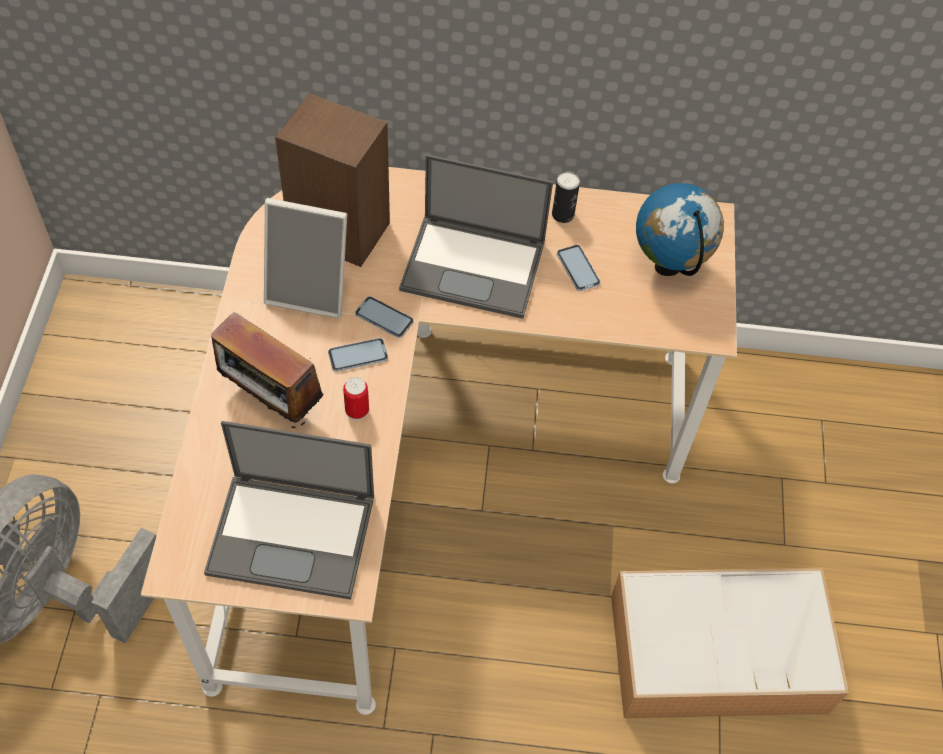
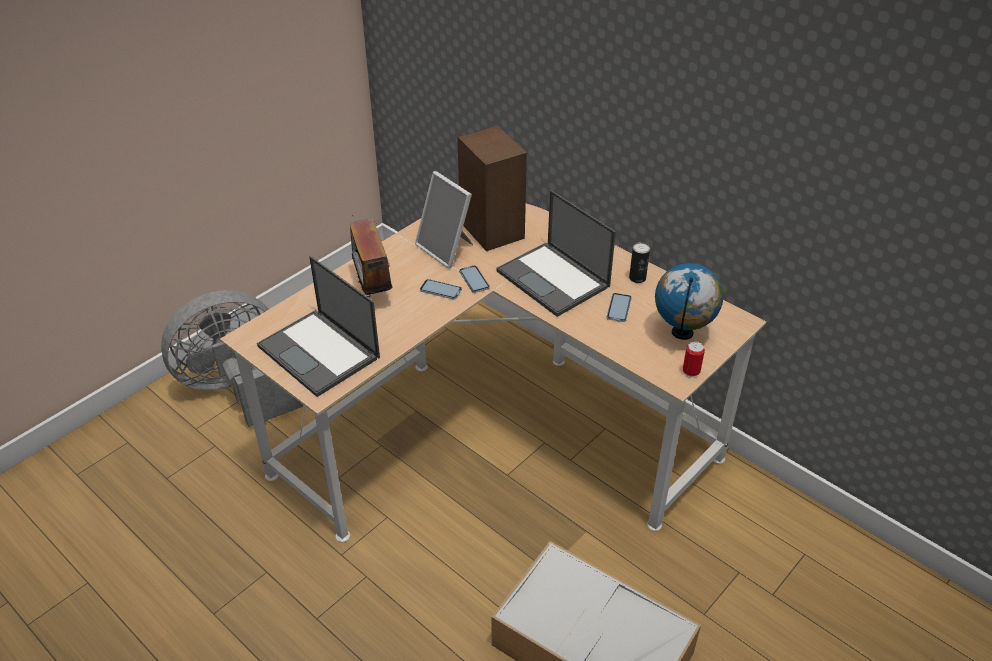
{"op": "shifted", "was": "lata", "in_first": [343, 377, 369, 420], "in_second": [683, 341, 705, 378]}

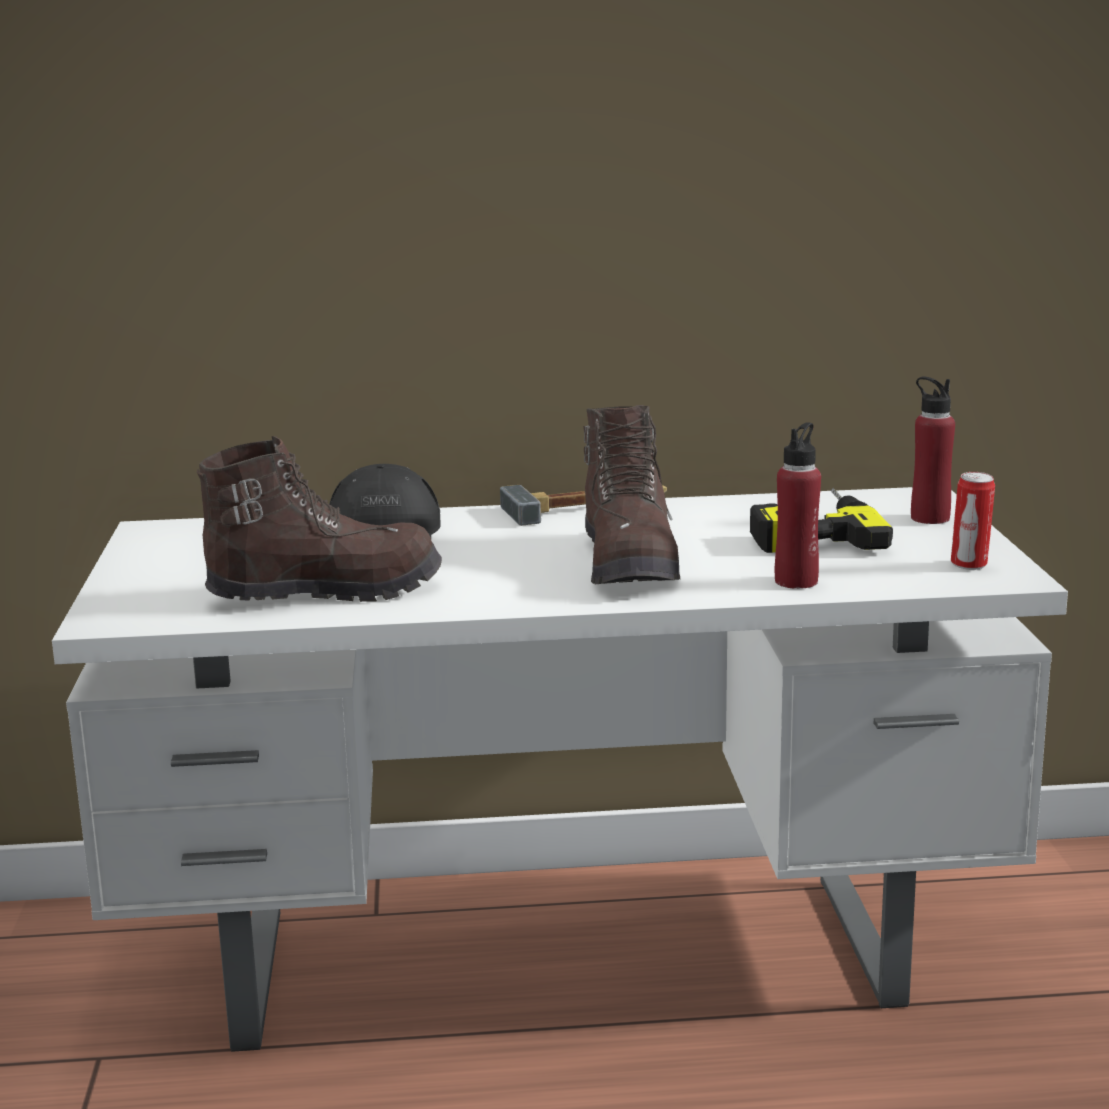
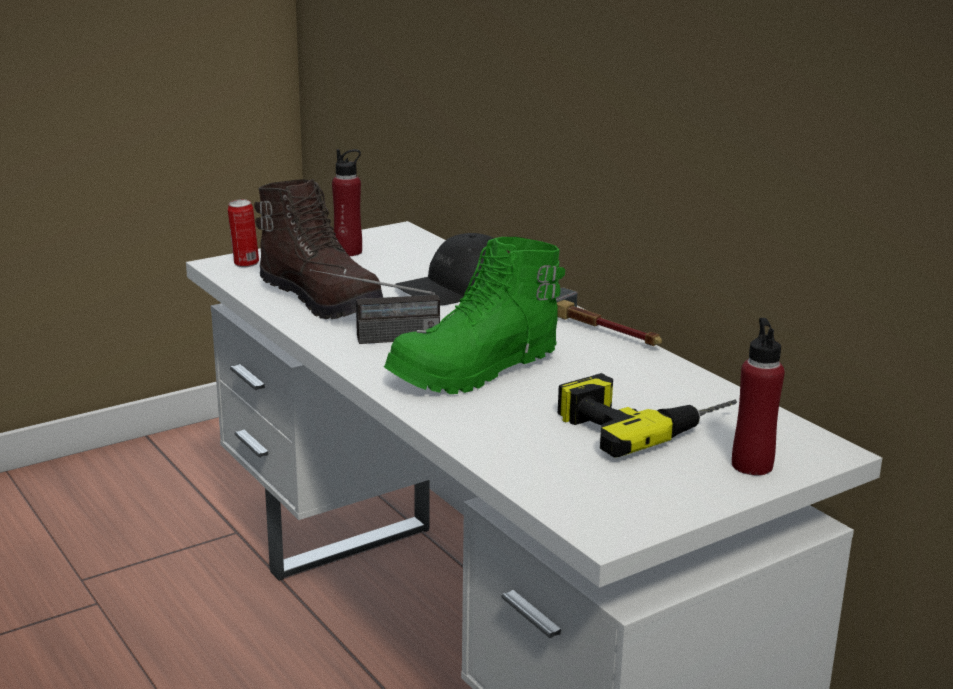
{"op": "new", "now": "radio", "in_second": [310, 269, 440, 344]}
{"op": "shifted", "was": "botella/rojo", "in_first": [775, 422, 821, 589], "in_second": [332, 149, 362, 256]}
{"op": "shifted", "was": "lata", "in_first": [951, 472, 995, 570], "in_second": [228, 199, 259, 267]}
{"op": "repainted", "was": "bota/marrón", "now": "bota/verde", "in_first": [583, 405, 680, 584], "in_second": [384, 237, 565, 394]}

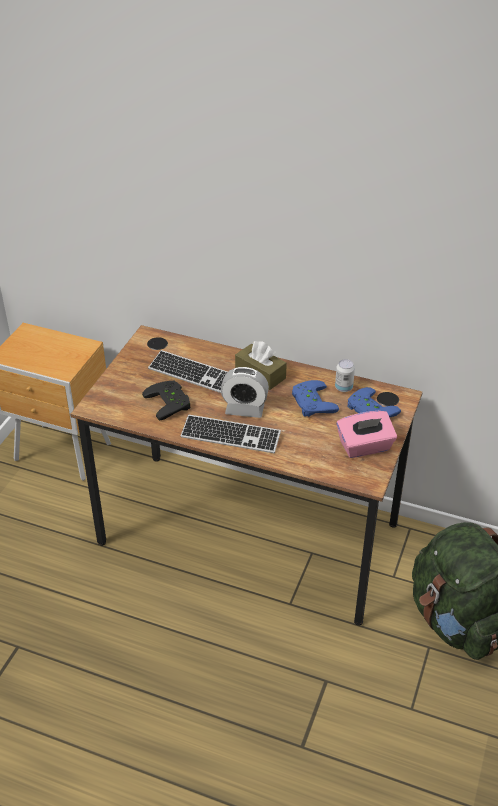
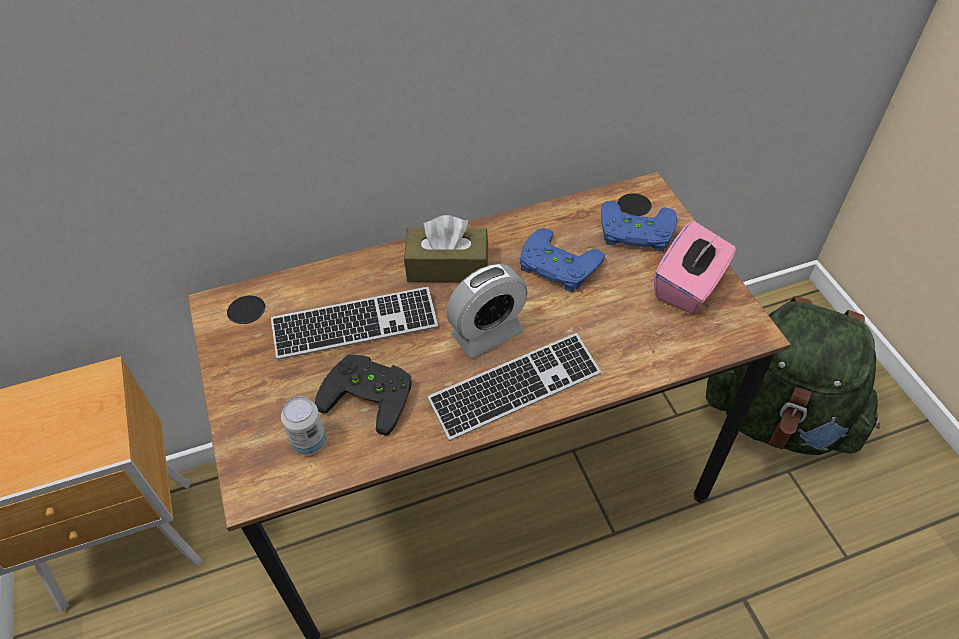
{"op": "shifted", "was": "lata", "in_first": [335, 359, 355, 392], "in_second": [281, 396, 326, 455]}

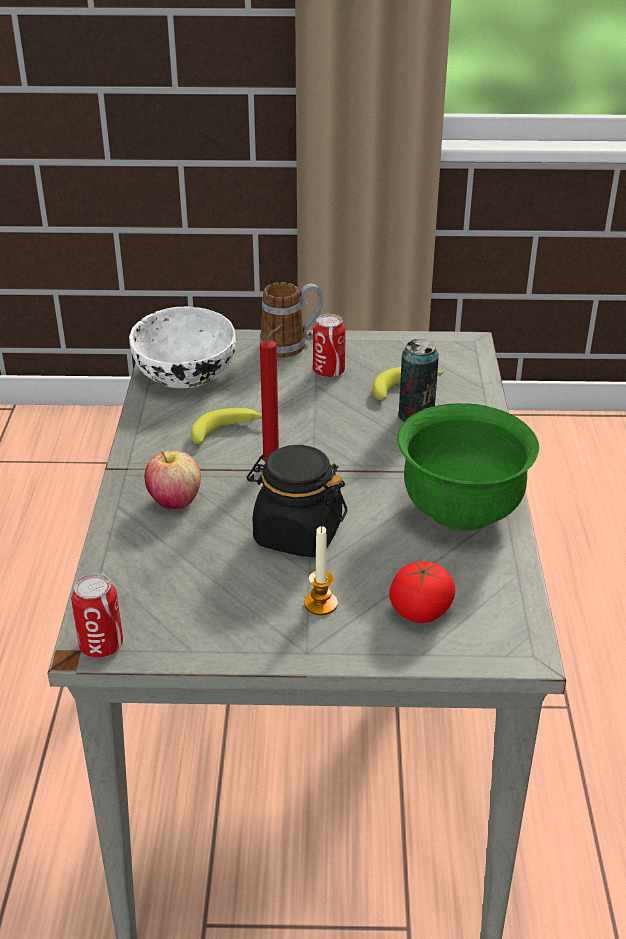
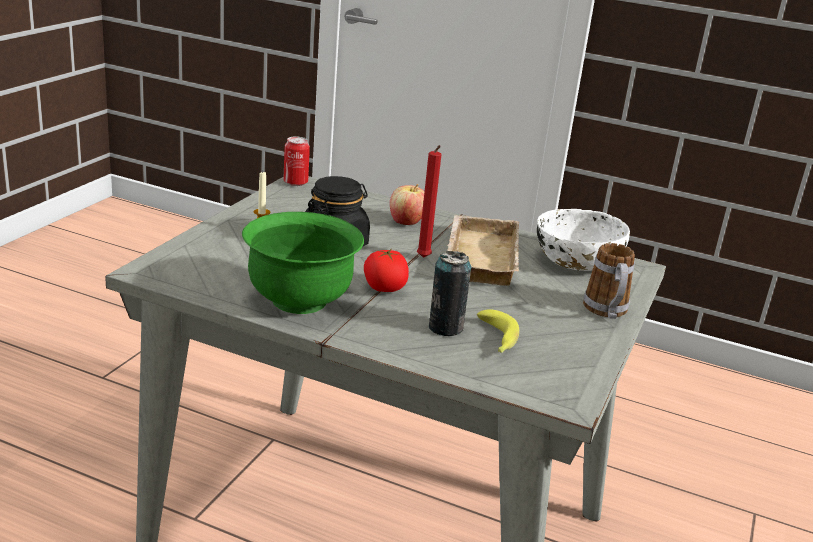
{"op": "gone", "was": "lata", "in_first": [313, 314, 345, 378]}
{"op": "shifted", "was": "tomate", "in_first": [389, 561, 455, 623], "in_second": [364, 249, 409, 292]}
{"op": "swapped", "was": "plátano", "now": "bandeja/beis", "in_first": [191, 408, 262, 444], "in_second": [447, 215, 519, 286]}

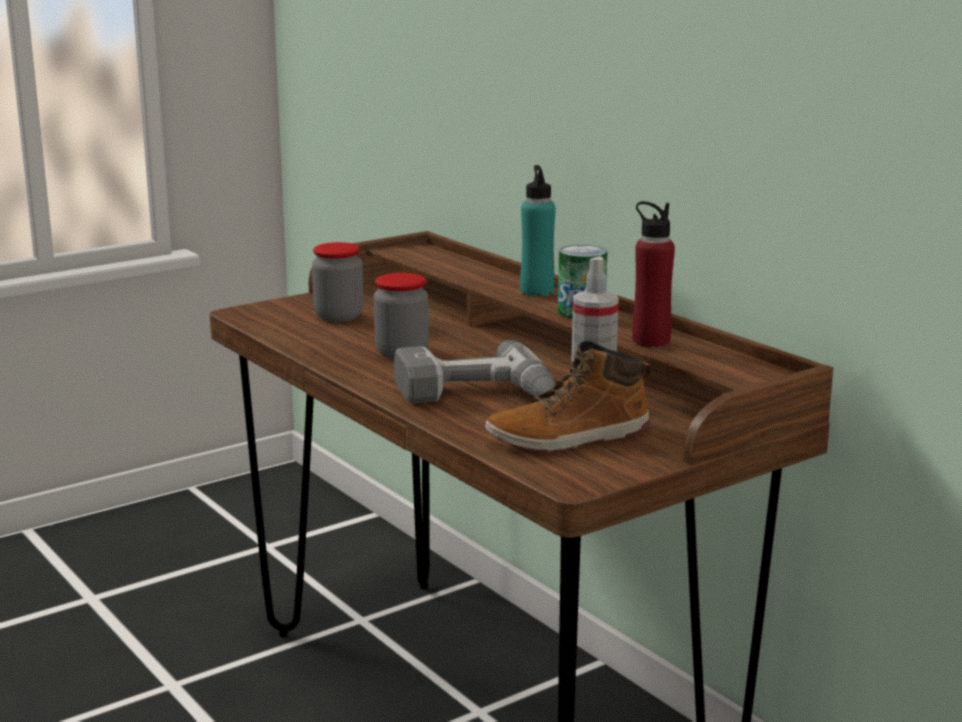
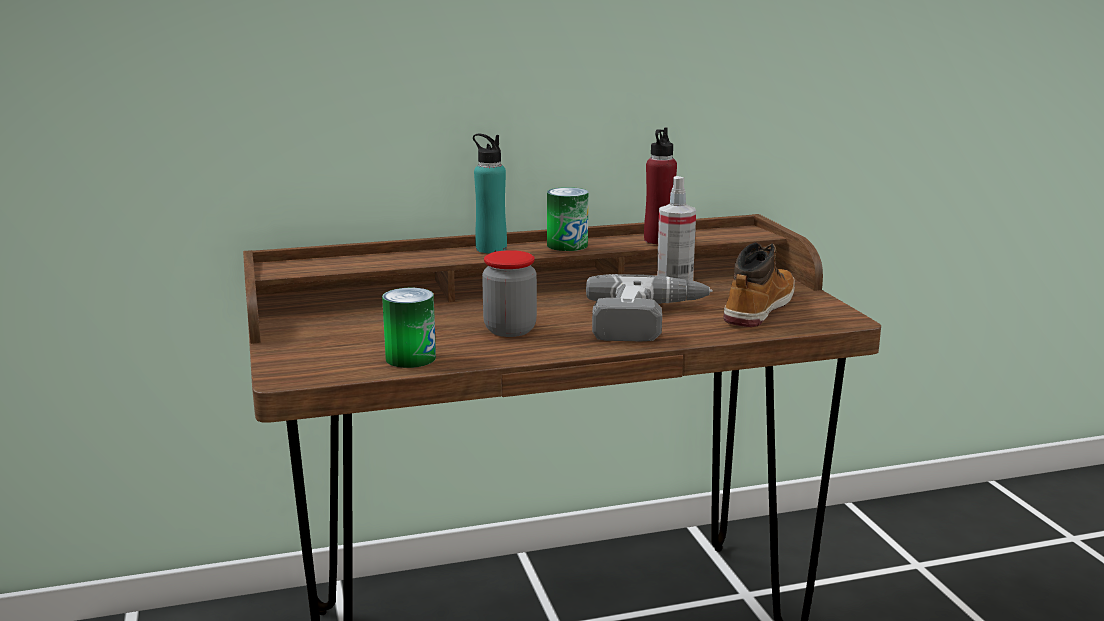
{"op": "gone", "was": "tarro", "in_first": [312, 242, 364, 322]}
{"op": "new", "now": "lata", "in_second": [382, 288, 436, 368]}
{"op": "rotated", "was": "bota", "in_first": [485, 341, 651, 452], "in_second": [724, 242, 795, 327], "clockwise": -150}

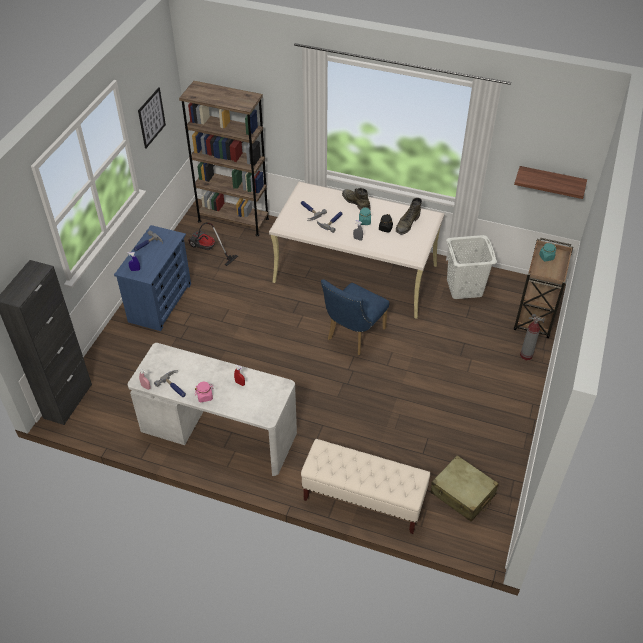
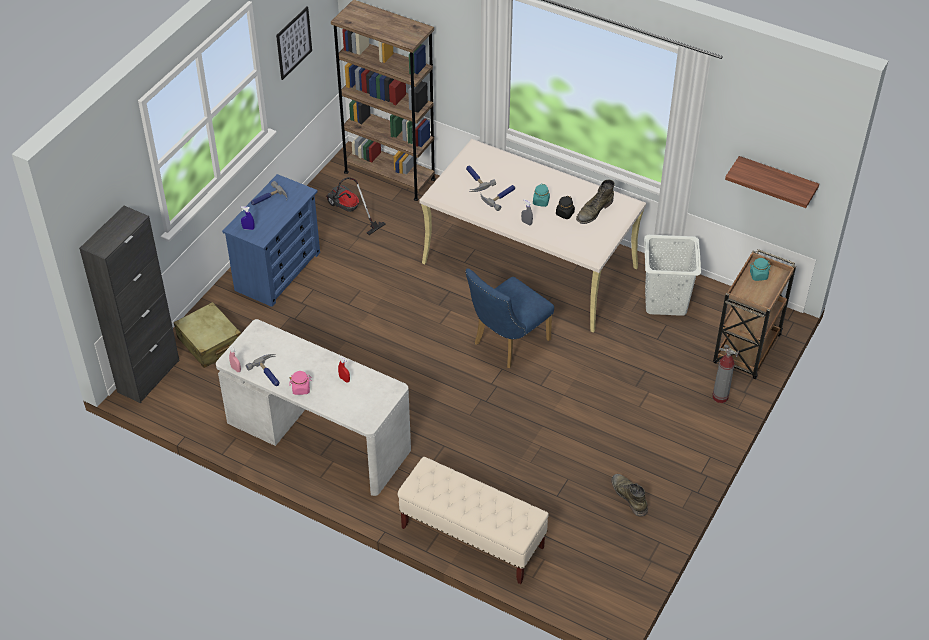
{"op": "shifted", "was": "bota/verde", "in_first": [342, 188, 371, 210], "in_second": [612, 474, 648, 516]}
{"op": "shifted", "was": "maleta/beis", "in_first": [431, 455, 499, 522], "in_second": [174, 302, 241, 368]}

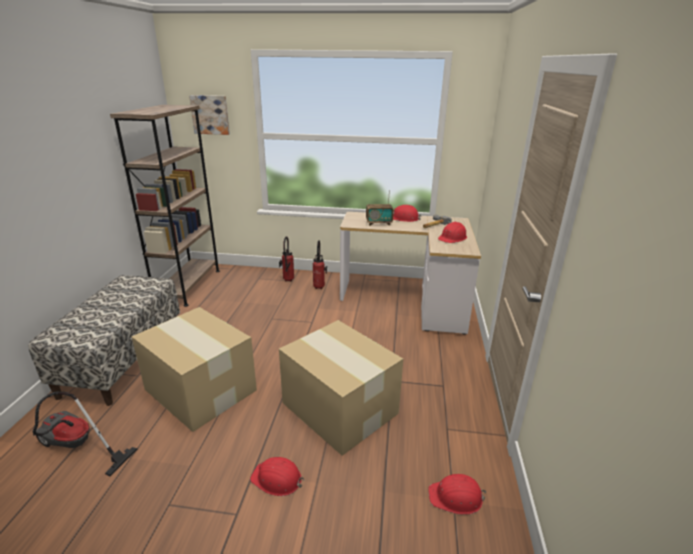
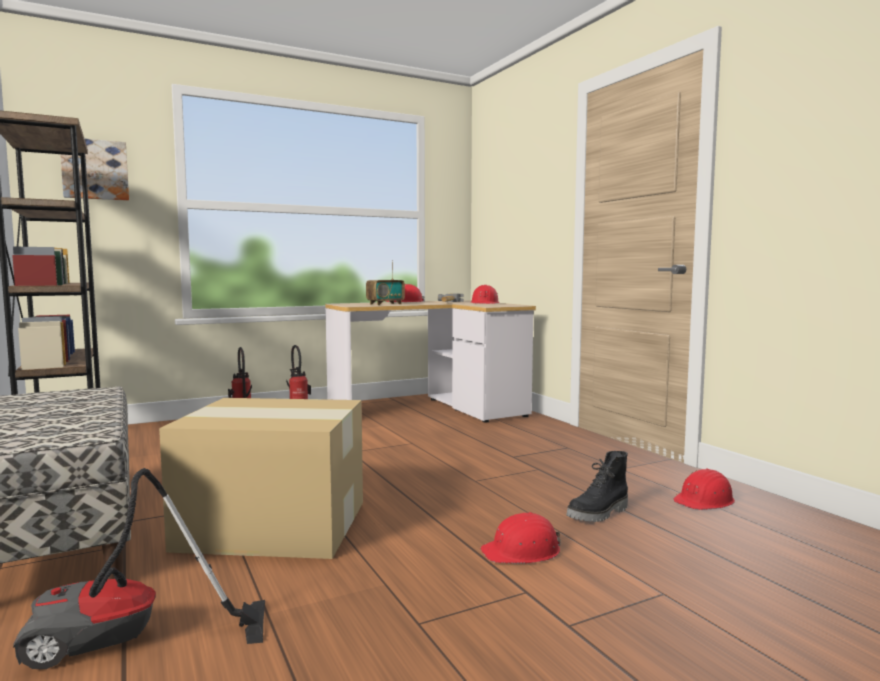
{"op": "gone", "was": "caja de cartón", "in_first": [279, 320, 403, 456]}
{"op": "new", "now": "bota/negro", "in_second": [566, 451, 628, 522]}

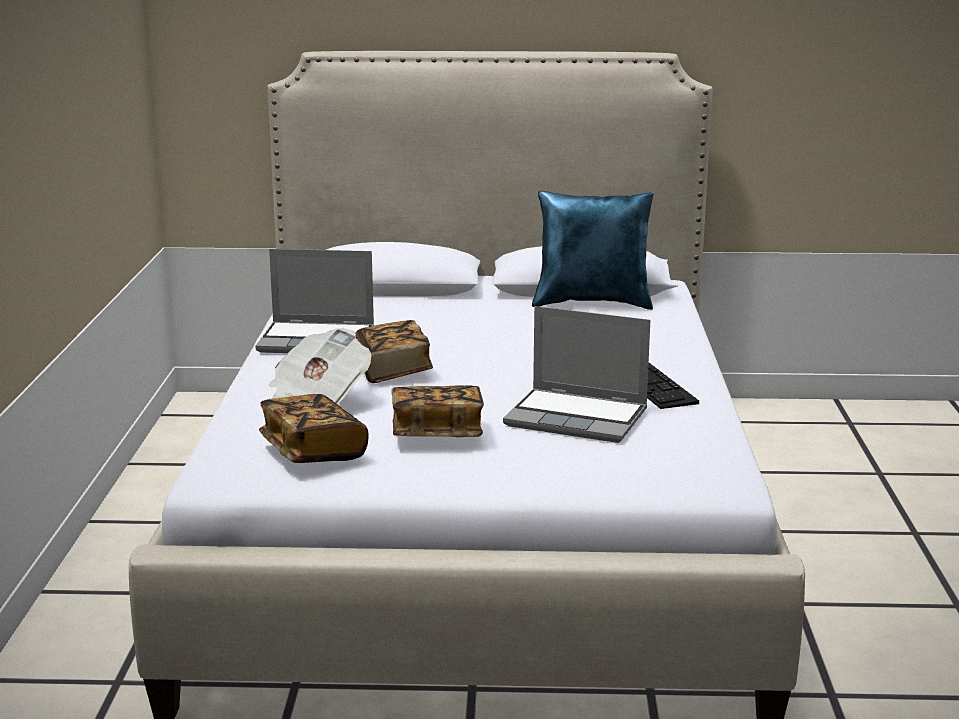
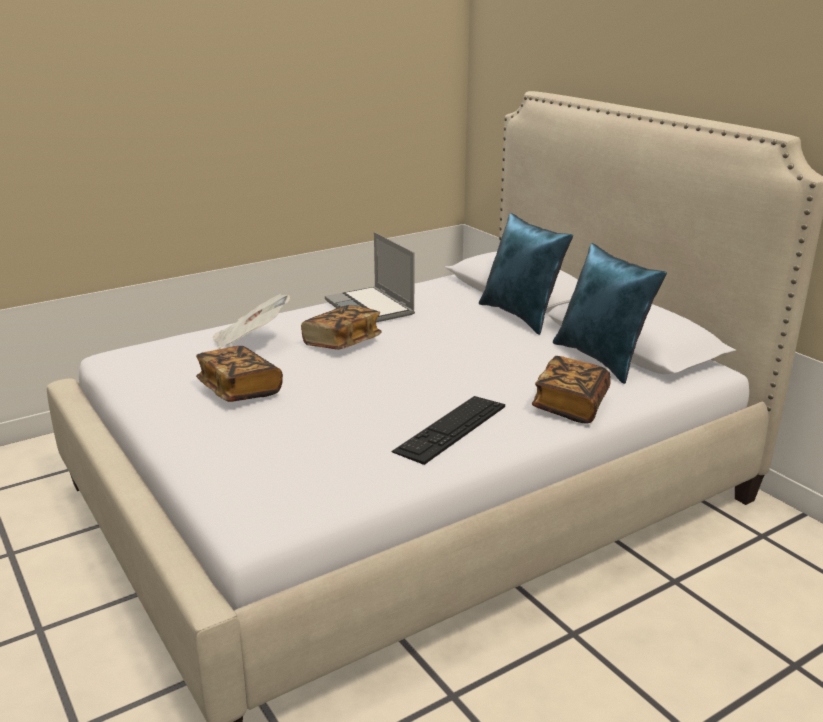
{"op": "gone", "was": "portátil", "in_first": [503, 306, 650, 443]}
{"op": "new", "now": "cojín/azul", "in_second": [479, 213, 573, 335]}
{"op": "shifted", "was": "libro", "in_first": [259, 394, 369, 463], "in_second": [532, 356, 611, 424]}

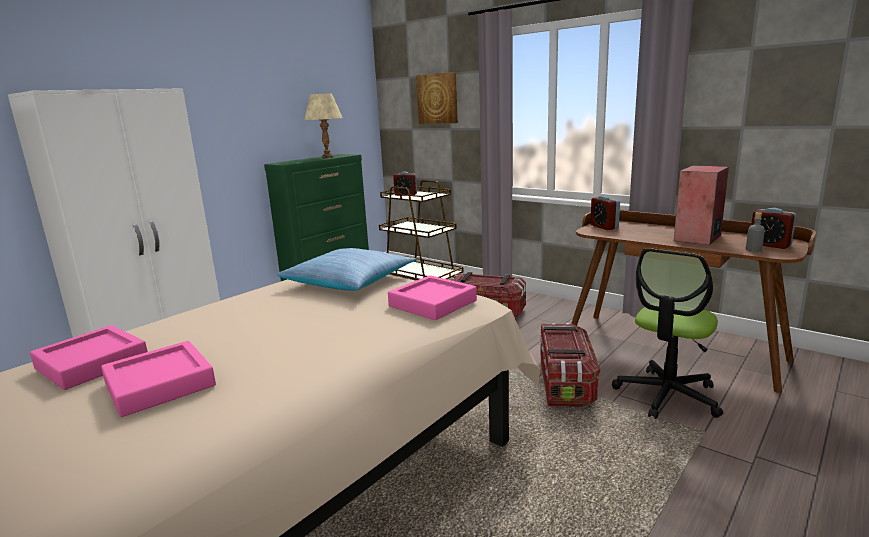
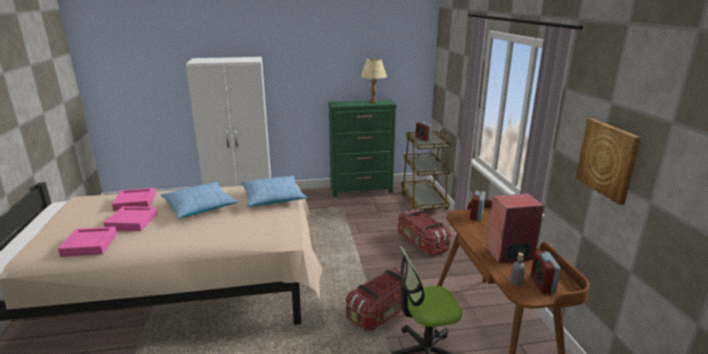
{"op": "new", "now": "cojín", "in_second": [161, 182, 239, 218]}
{"op": "shifted", "was": "bandeja/rosa", "in_first": [388, 275, 477, 320], "in_second": [58, 226, 117, 257]}
{"op": "shifted", "was": "cuadro", "in_first": [416, 72, 458, 124], "in_second": [576, 118, 641, 205]}

